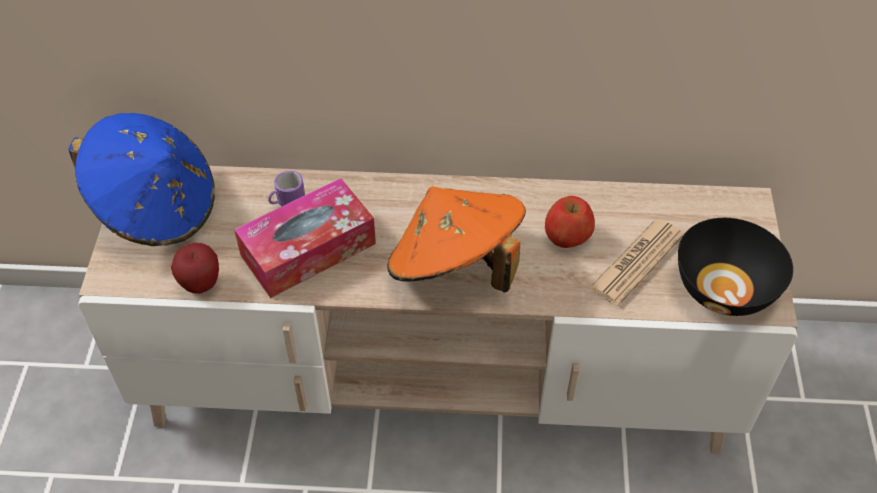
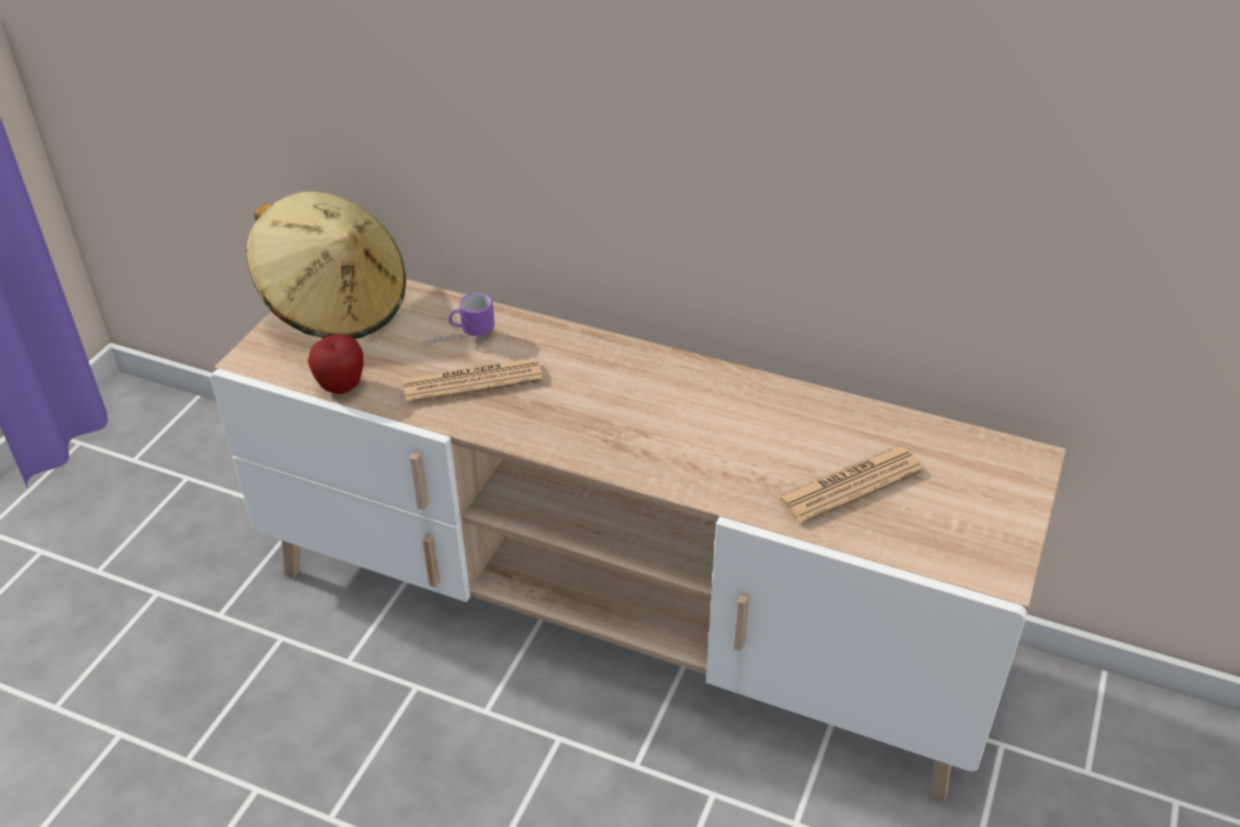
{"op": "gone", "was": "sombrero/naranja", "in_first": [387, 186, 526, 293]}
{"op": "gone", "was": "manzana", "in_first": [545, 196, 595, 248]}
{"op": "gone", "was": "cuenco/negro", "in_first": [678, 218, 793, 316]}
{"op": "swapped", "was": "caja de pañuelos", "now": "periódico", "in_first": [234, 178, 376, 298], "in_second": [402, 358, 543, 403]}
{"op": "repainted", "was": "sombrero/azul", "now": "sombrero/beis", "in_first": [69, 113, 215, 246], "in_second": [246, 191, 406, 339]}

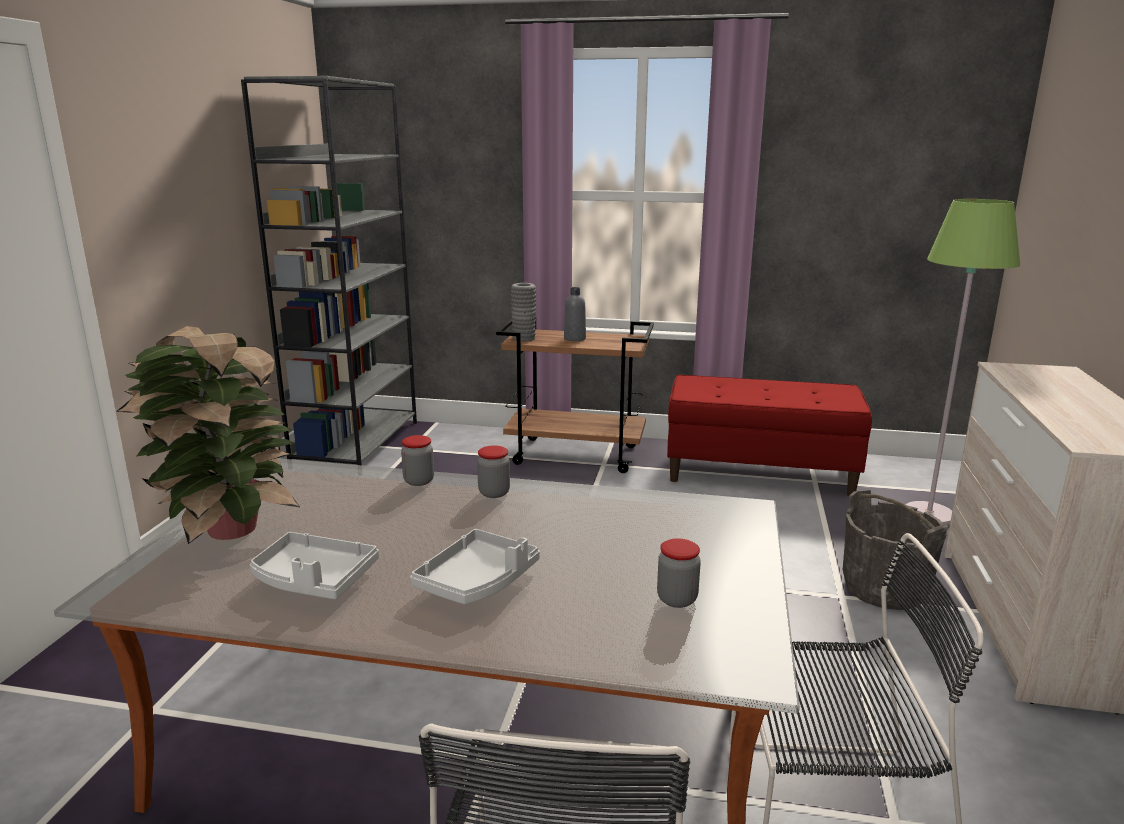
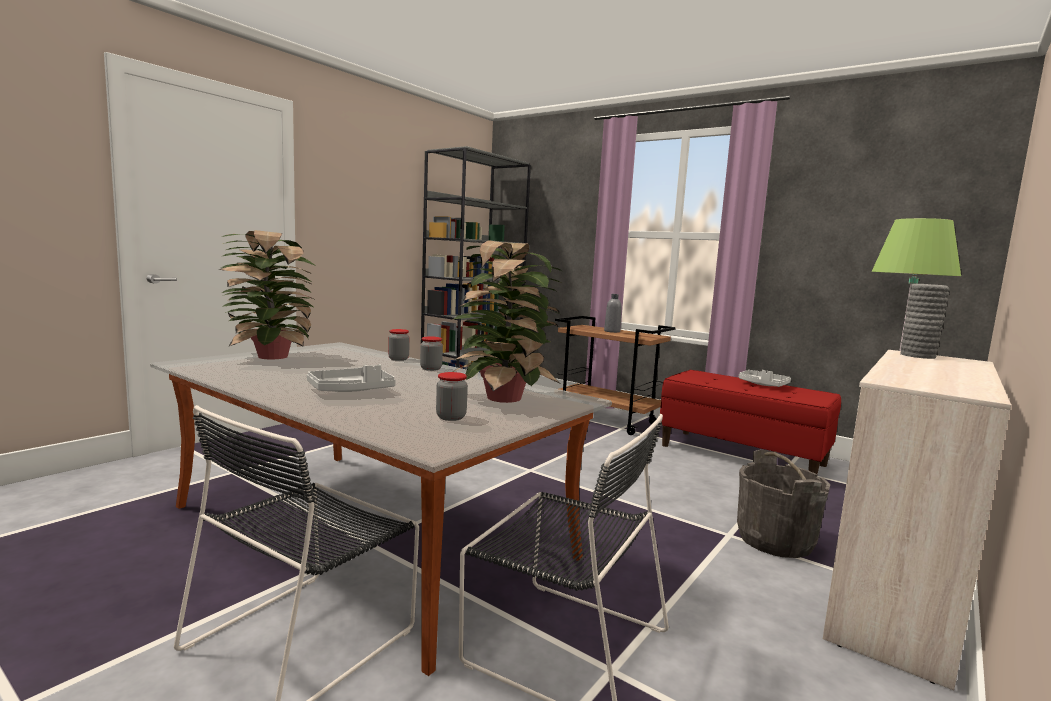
{"op": "new", "now": "planta en maceta", "in_second": [452, 240, 562, 403]}
{"op": "shifted", "was": "bandeja/gris", "in_first": [250, 532, 379, 599], "in_second": [739, 370, 791, 387]}
{"op": "shifted", "was": "florero/gris", "in_first": [511, 283, 536, 341], "in_second": [900, 284, 950, 359]}

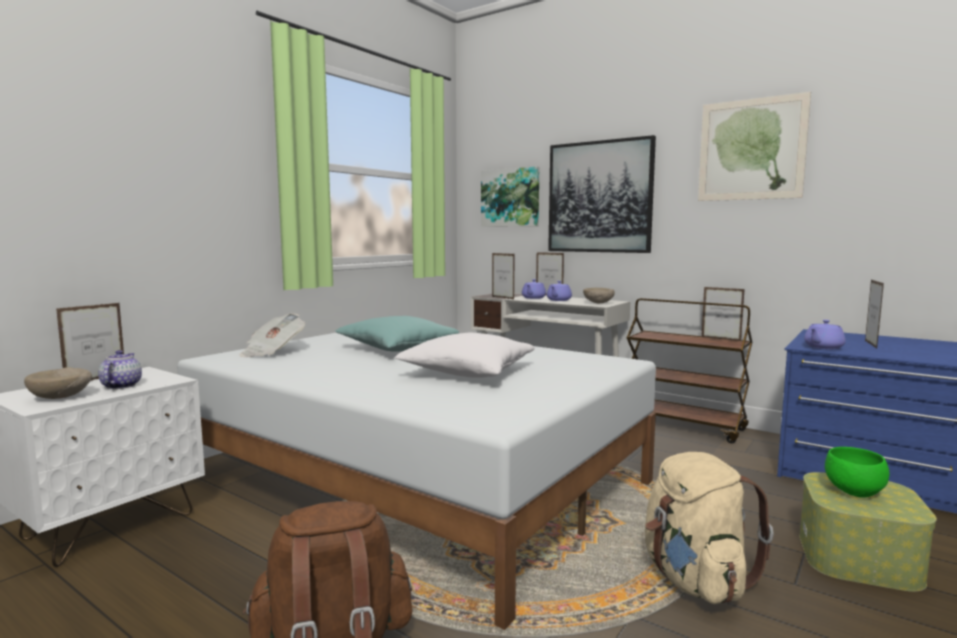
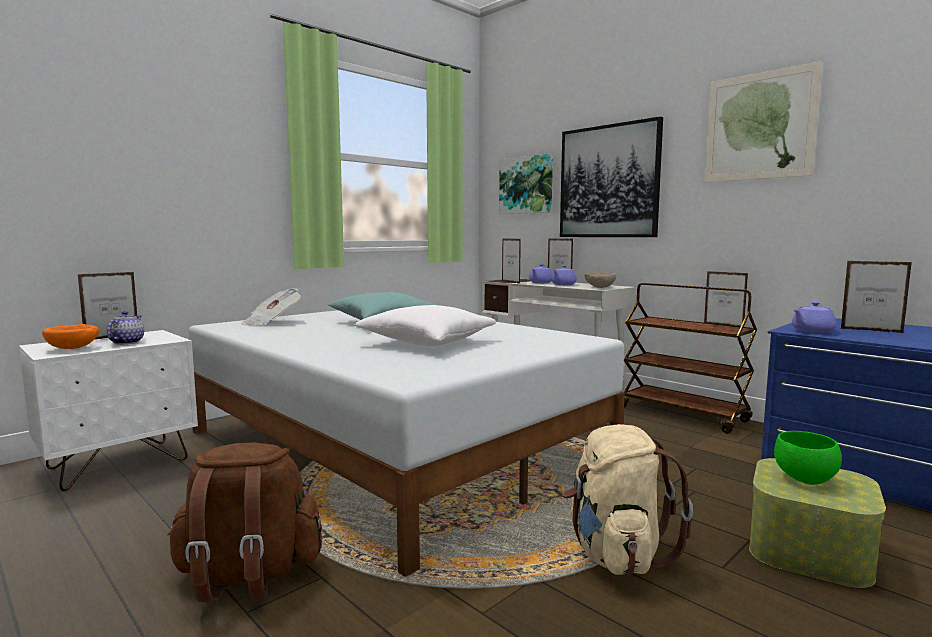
{"op": "repainted", "was": "cuenco/beis", "now": "cuenco/naranja", "in_first": [24, 367, 92, 399], "in_second": [42, 324, 99, 349]}
{"op": "rotated", "was": "portarretratos", "in_first": [865, 280, 884, 349], "in_second": [841, 261, 912, 333], "clockwise": 90}

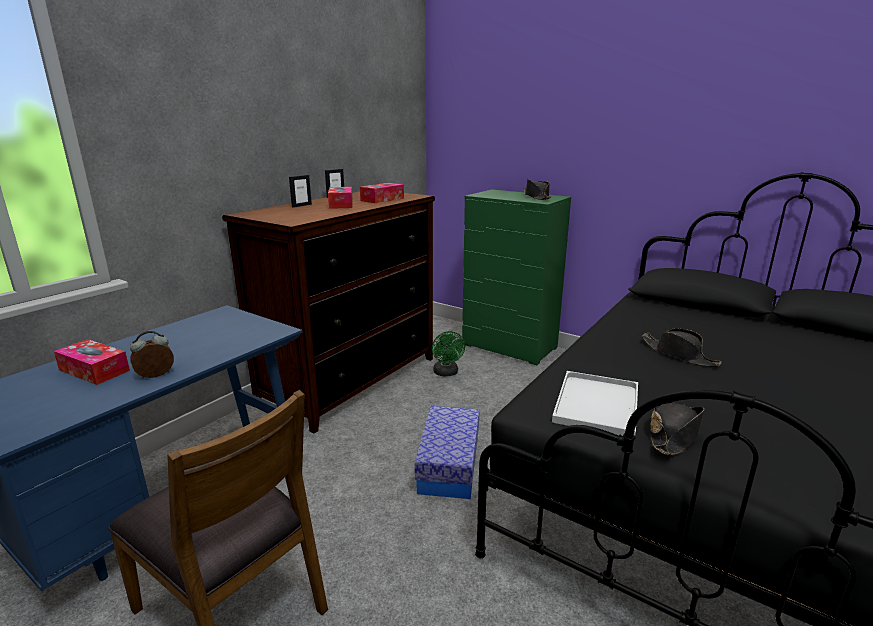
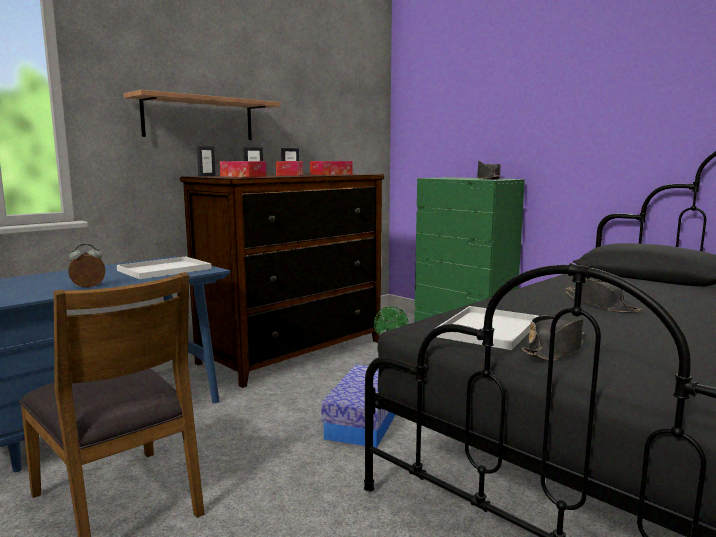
{"op": "new", "now": "bandeja/blanco", "in_second": [117, 256, 211, 279]}
{"op": "new", "now": "estante", "in_second": [124, 90, 281, 140]}
{"op": "new", "now": "portarretratos", "in_second": [197, 146, 216, 177]}
{"op": "shifted", "was": "caja de pañuelos", "in_first": [54, 339, 130, 385], "in_second": [220, 161, 267, 177]}

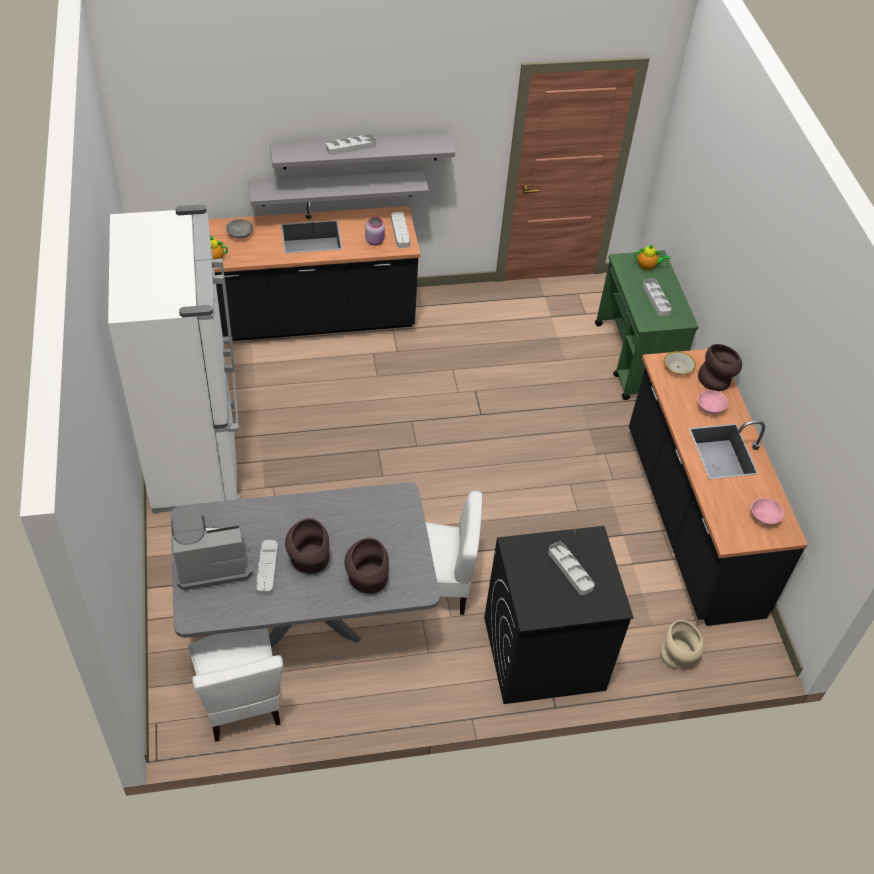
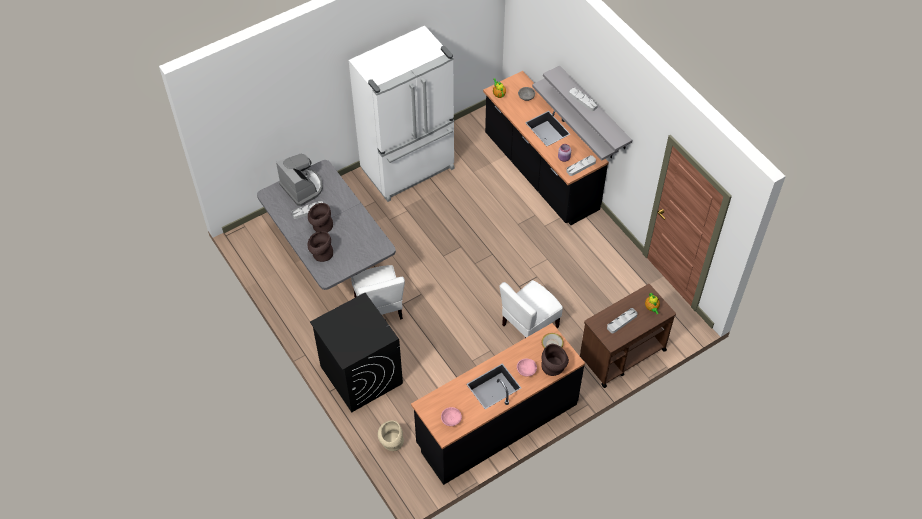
{"op": "gone", "was": "bandeja/gris", "in_first": [548, 542, 595, 595]}
{"op": "shifted", "was": "silla/blanco", "in_first": [188, 628, 283, 742], "in_second": [499, 280, 563, 338]}
{"op": "repainted", "was": "carrito/verde", "now": "carrito/marrón", "in_first": [595, 250, 698, 400], "in_second": [580, 284, 676, 388]}

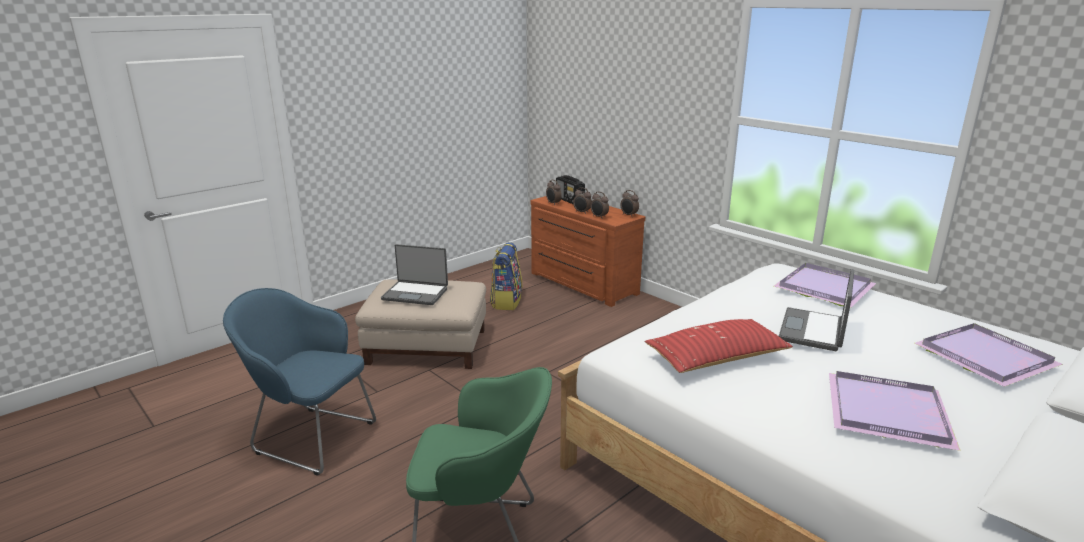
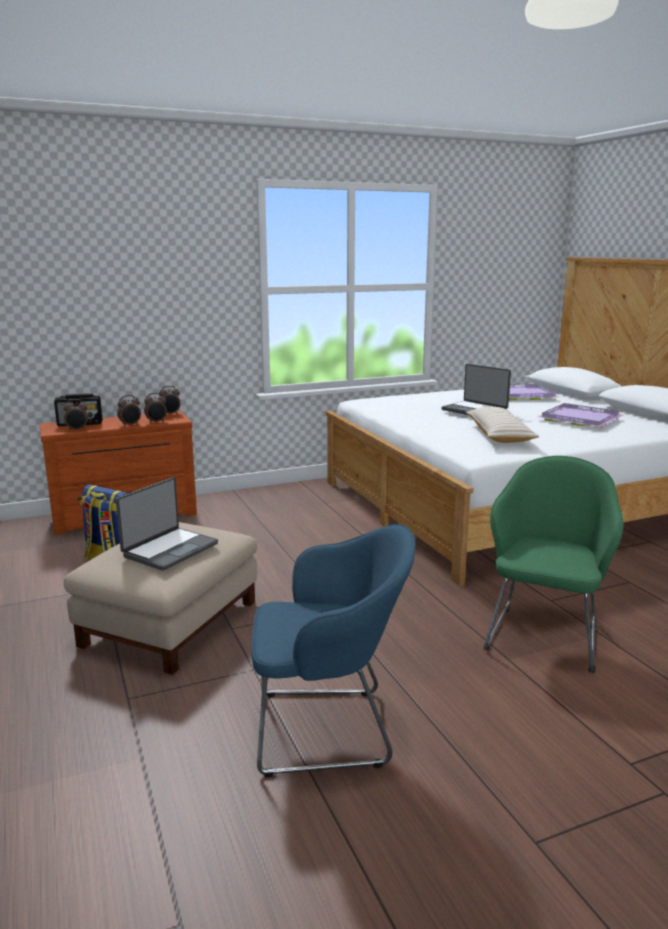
{"op": "gone", "was": "bandeja/morado", "in_first": [774, 263, 876, 307]}
{"op": "repainted", "was": "cojín/rojo", "now": "cojín/beis", "in_first": [645, 319, 793, 373], "in_second": [466, 407, 539, 443]}
{"op": "rotated", "was": "sillón/azul", "in_first": [223, 288, 376, 475], "in_second": [251, 524, 416, 778], "clockwise": -135}

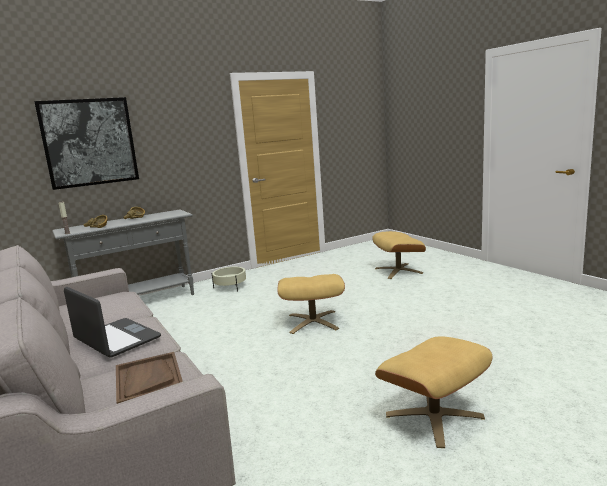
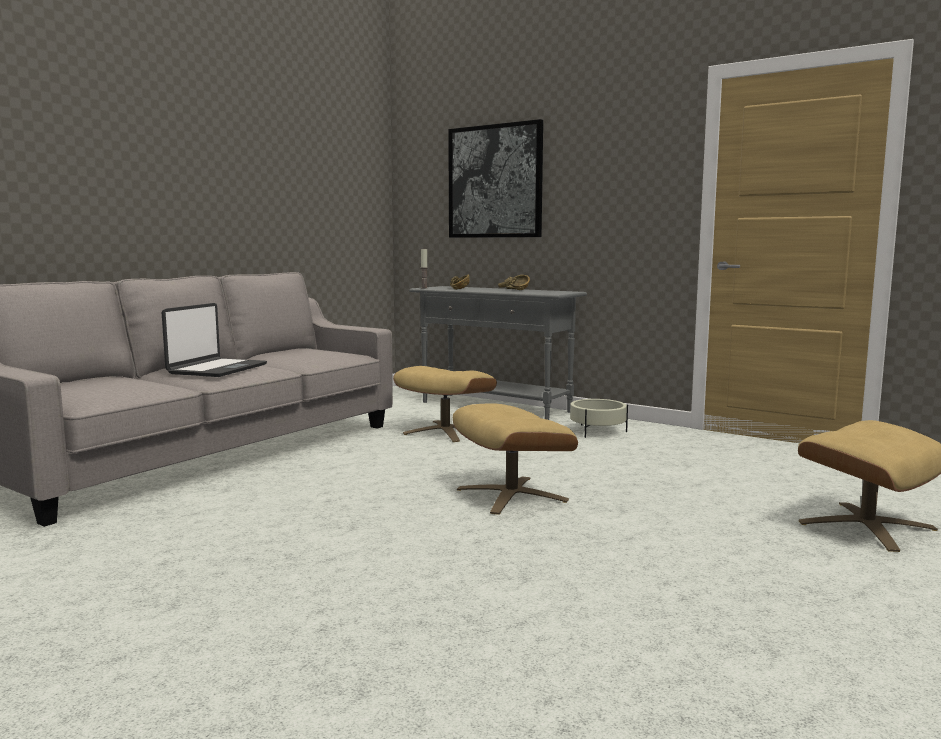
{"op": "gone", "was": "bandeja/marrón", "in_first": [116, 352, 183, 404]}
{"op": "shifted", "was": "puf/beis", "in_first": [375, 336, 492, 448], "in_second": [393, 366, 497, 442]}

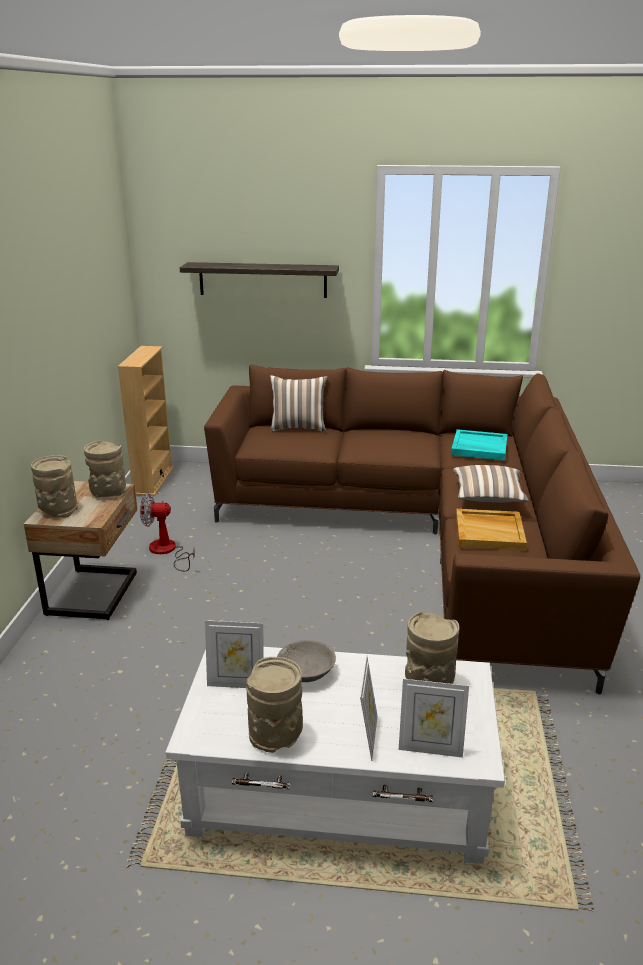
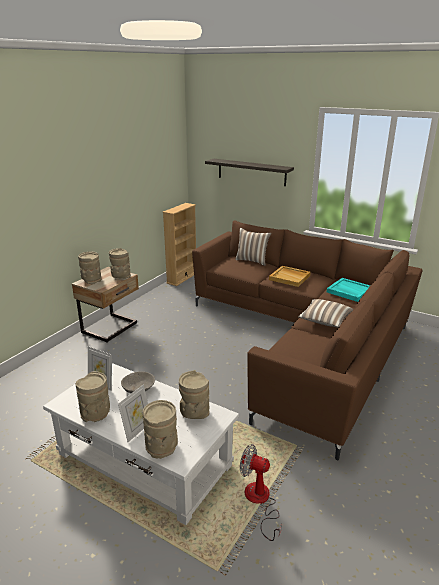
{"op": "shifted", "was": "ventilador", "in_first": [140, 493, 195, 572], "in_second": [240, 444, 282, 541]}
{"op": "shifted", "was": "bandeja/beis", "in_first": [456, 509, 527, 551], "in_second": [269, 266, 311, 287]}
{"op": "swapped", "was": "portarretratos", "now": "florero/beis", "in_first": [399, 679, 469, 758], "in_second": [143, 400, 178, 459]}

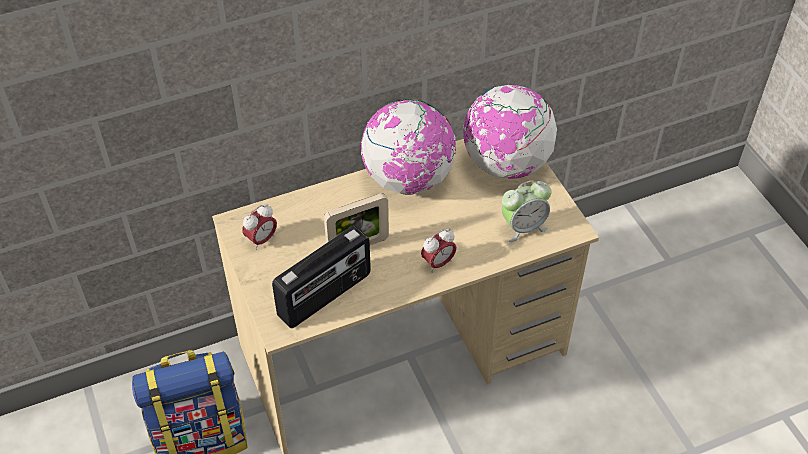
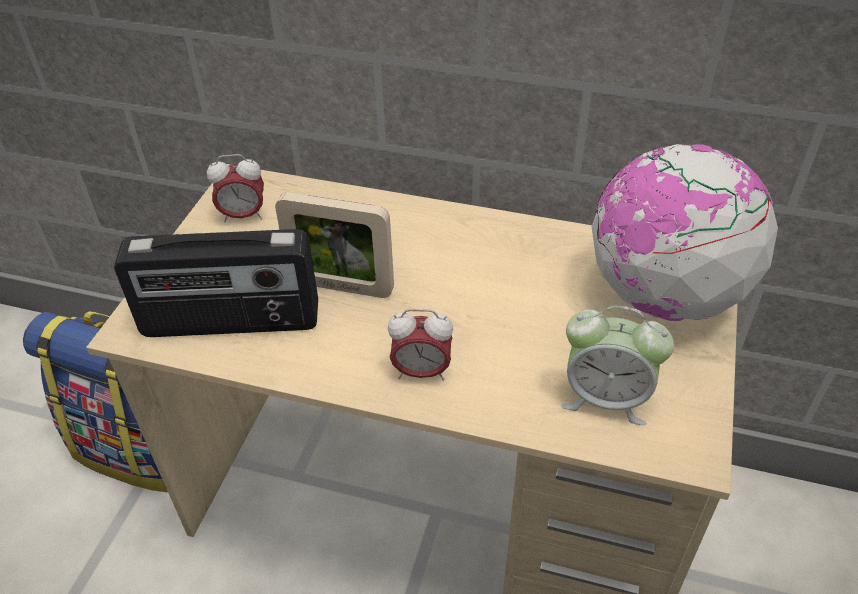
{"op": "gone", "was": "globo terráqueo", "in_first": [361, 99, 456, 195]}

